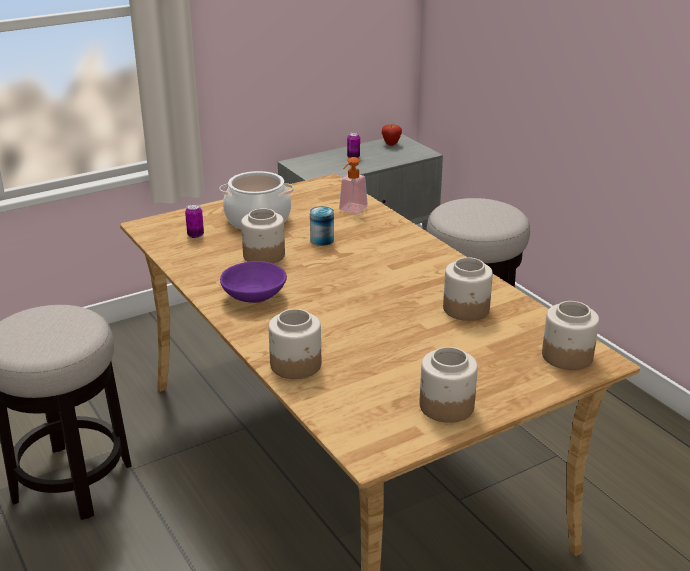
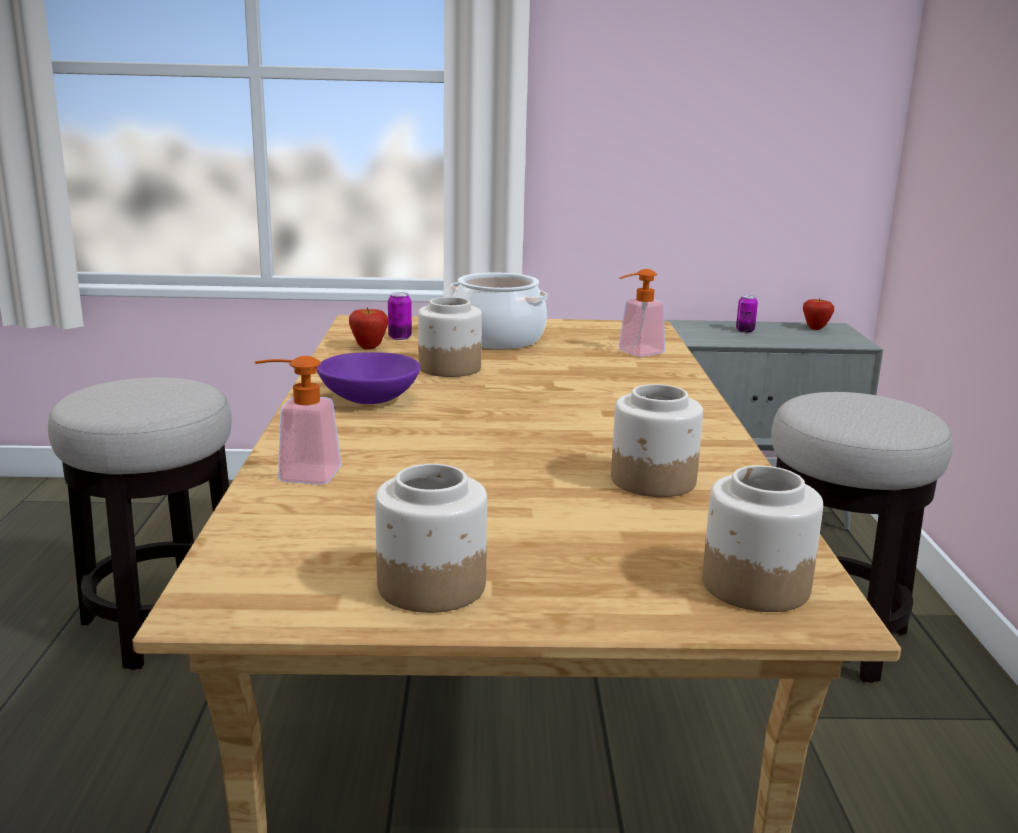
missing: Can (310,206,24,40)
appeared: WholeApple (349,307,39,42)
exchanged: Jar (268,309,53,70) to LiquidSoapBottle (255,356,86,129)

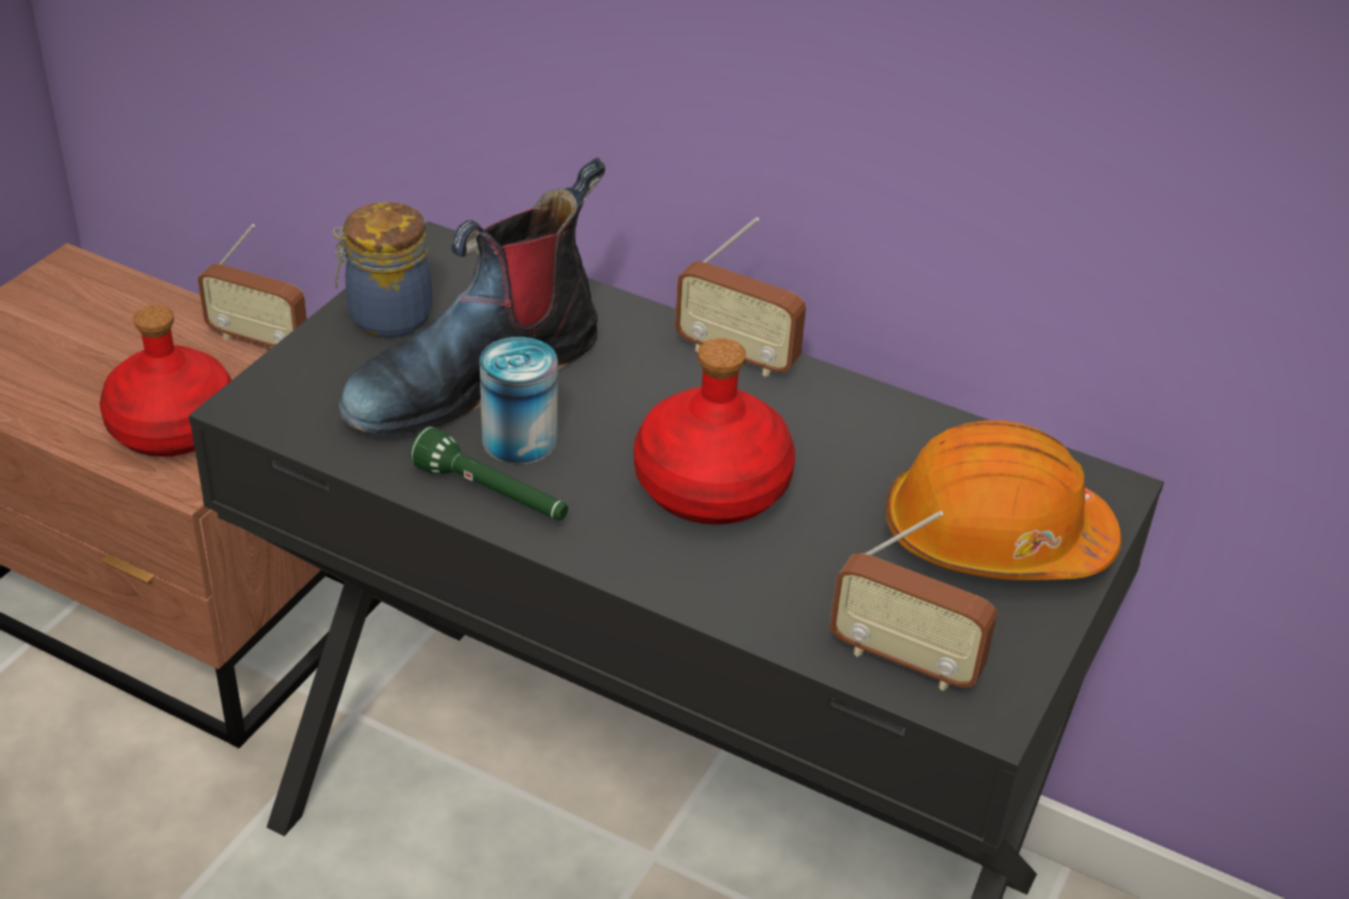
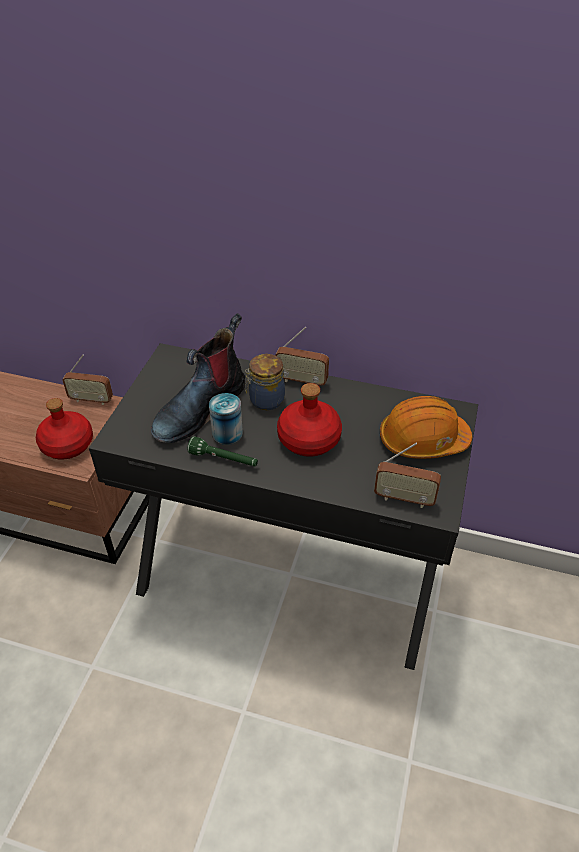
relocated: Jar (333,202,99,136) to (245,354,40,56)

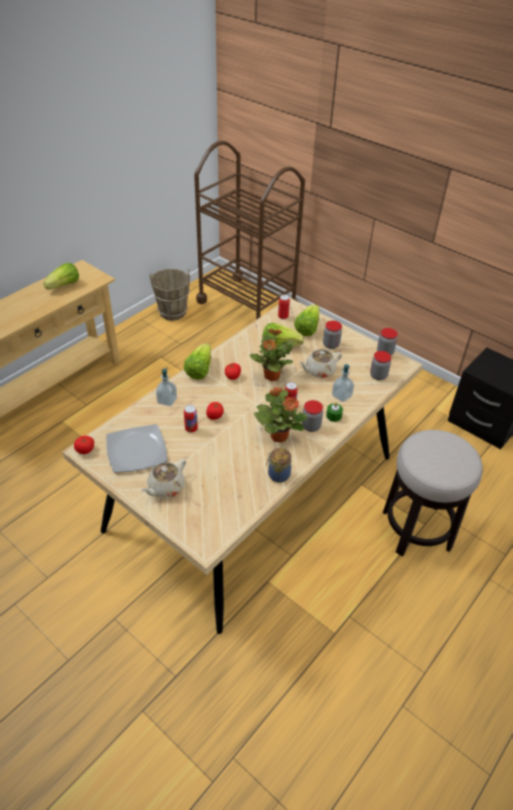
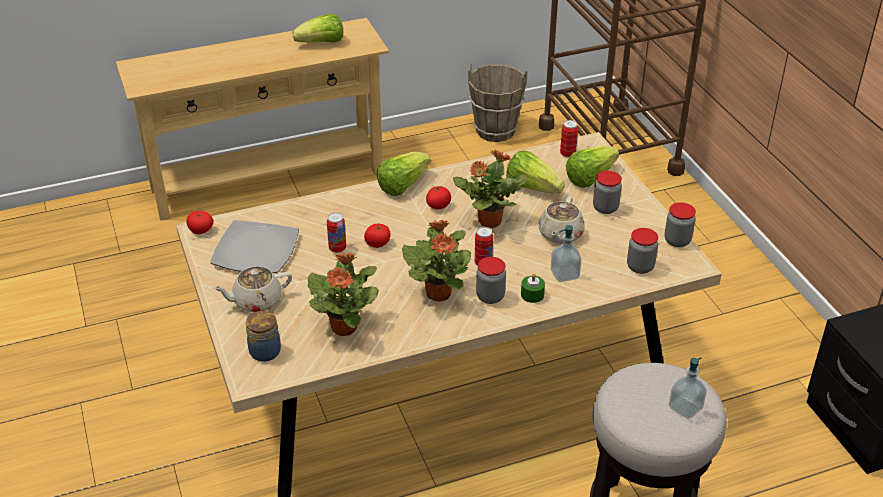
appeared: Houseplant (308,252,71,84)
relocated: Jar (266,448,25,35) to (246,311,35,51); LiquidSoapBottle (156,368,21,38) to (669,357,38,62)
spun: SandColouredTeapot (299,349,43,29) = (539,196,46,48) 75 degrees counterclockwise

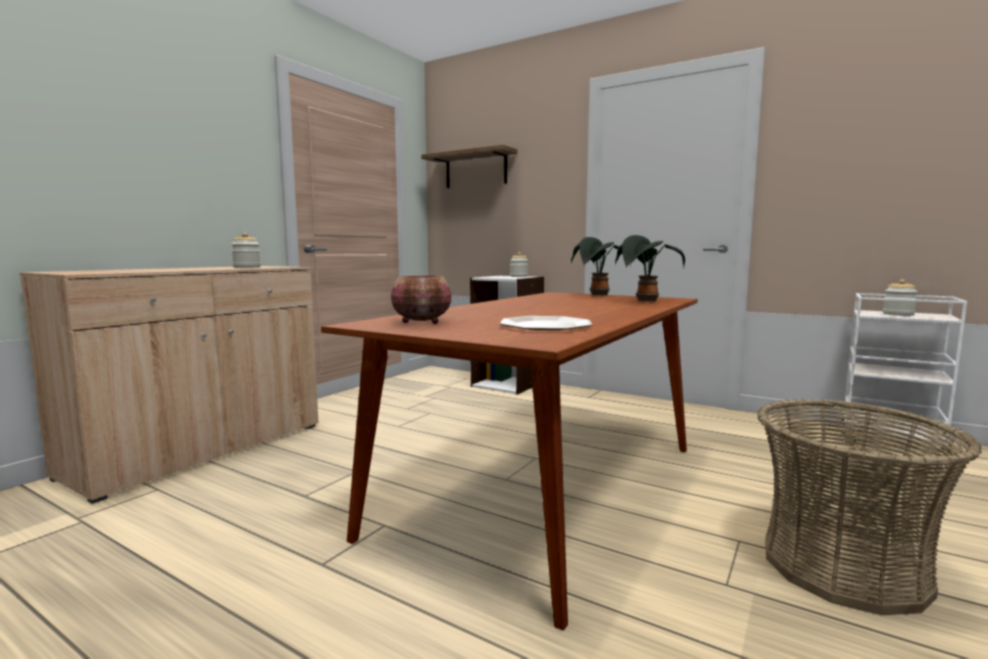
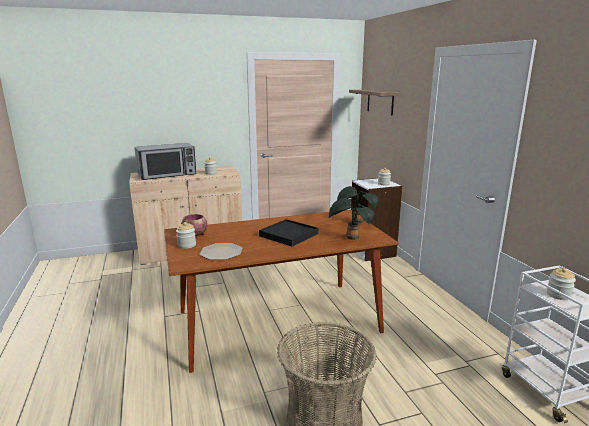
appeared: KitchenMicrowave (135,143,61,37); Jar (176,222,20,27); BlackCarryingTray (259,219,59,28)

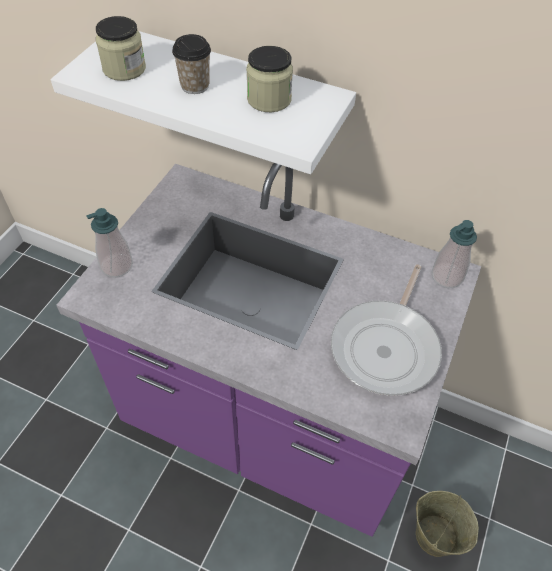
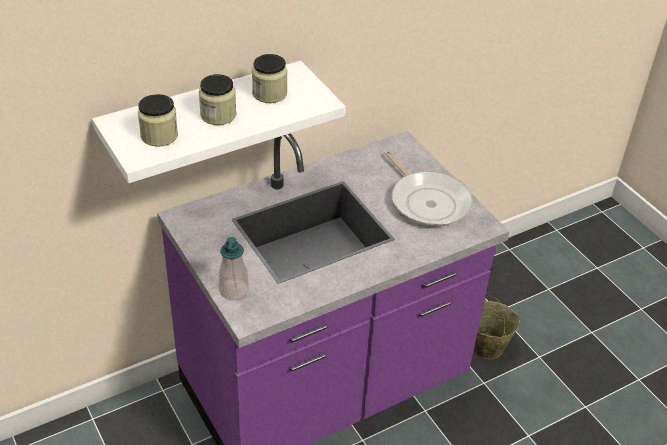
missing: LiquidSoapBottle (431,220,46,68)
exchanged: DrinkingCup (172,34,39,60) to Jar (199,74,37,51)

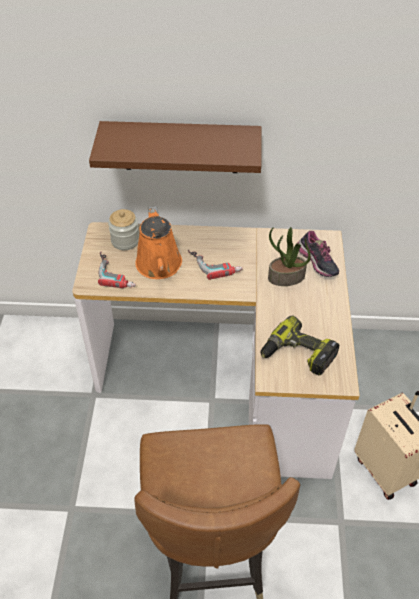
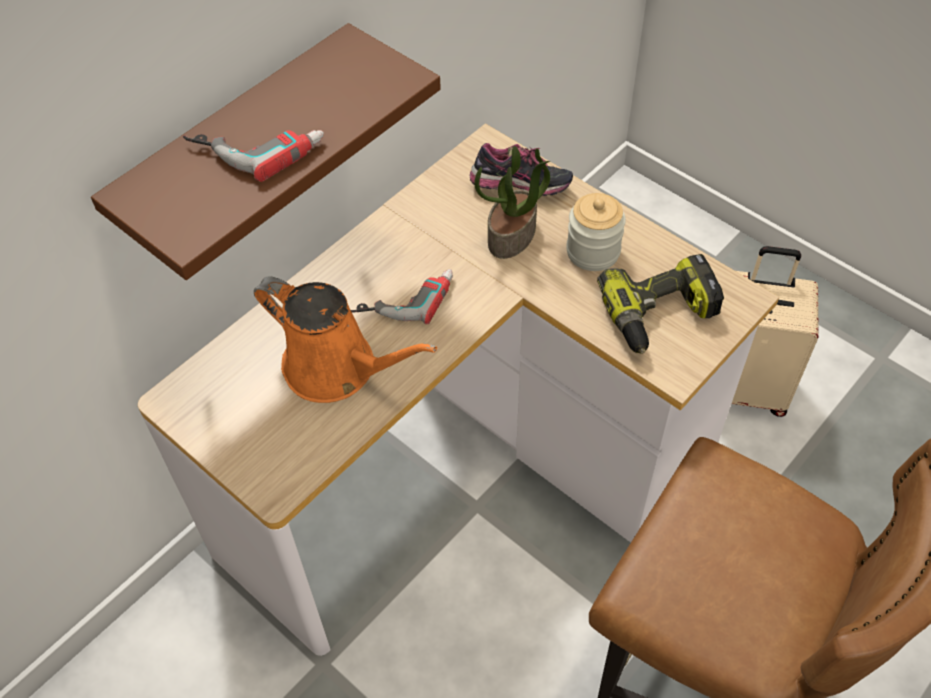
relocated: Drill (98,252,38,36) to (183,130,141,52); Jar (108,209,31,41) to (566,193,60,78)

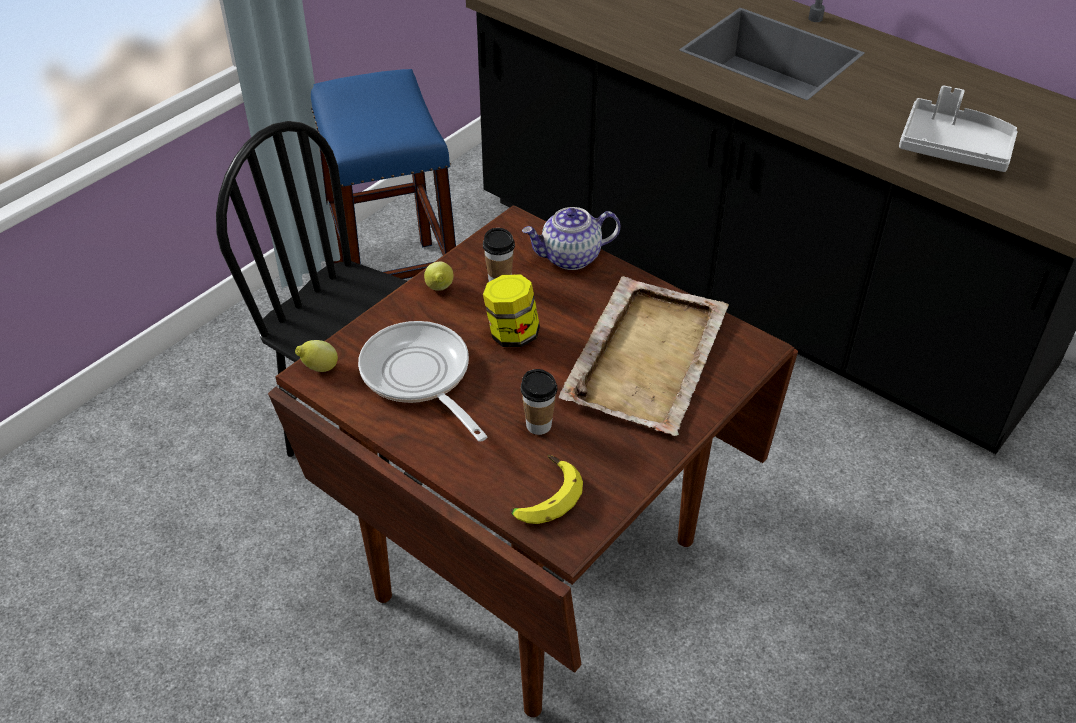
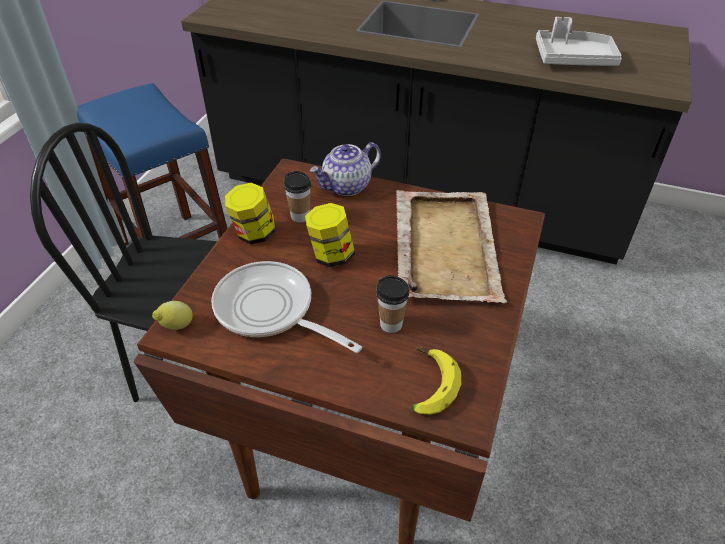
exchanged: WholeLemon (424,262,30,29) to Jar (225,182,51,62)

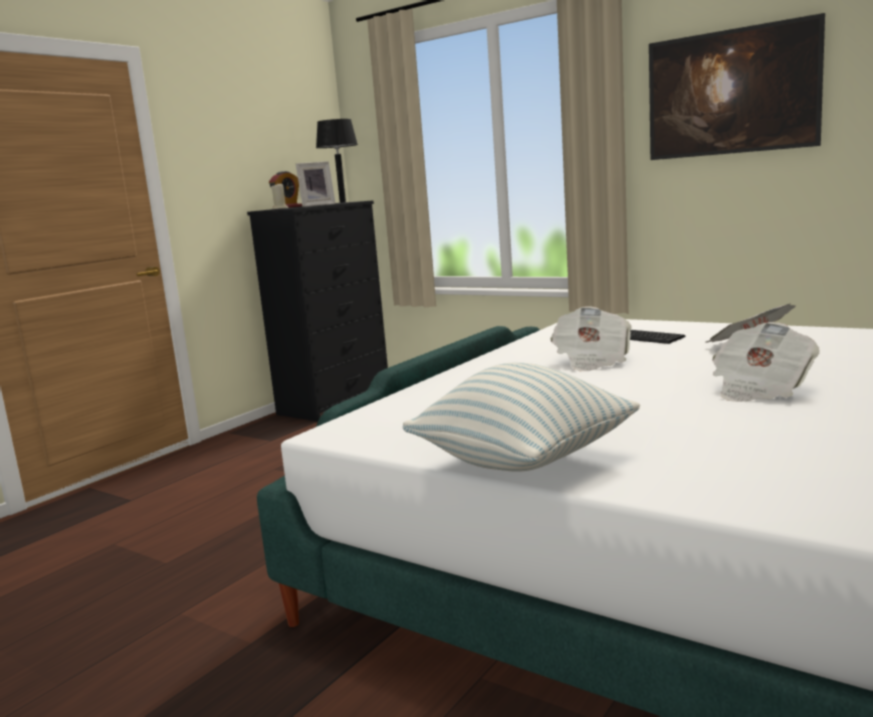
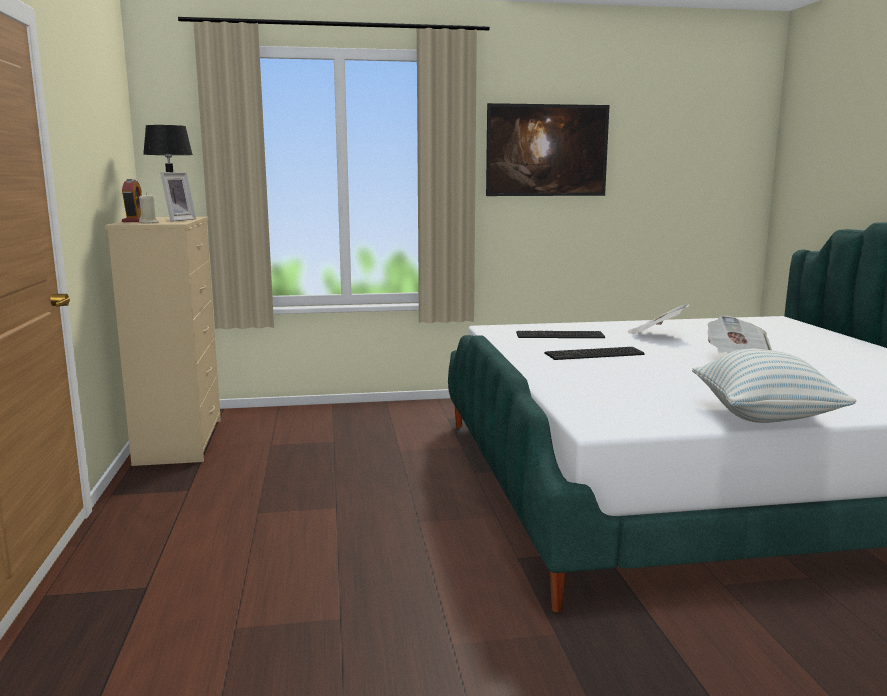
exchanged: DailyPaper (550,307,82,64) to ComputerKeyboard (544,347,101,13)
colour: BlackDresser (247,201,141,220) to SandColouredDresser (105,217,116,249)

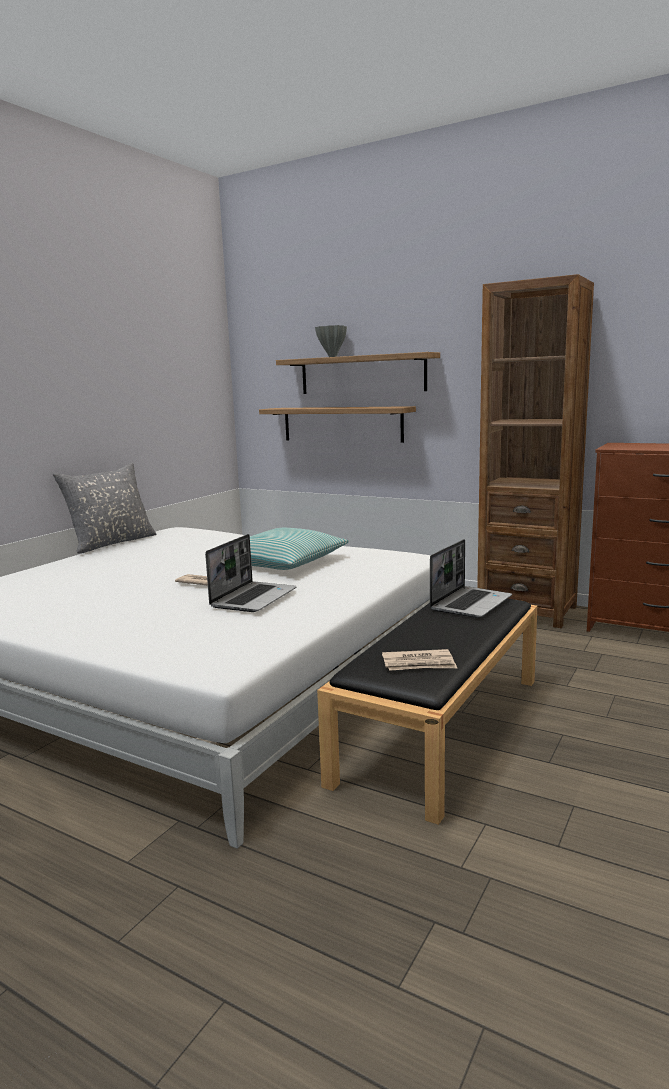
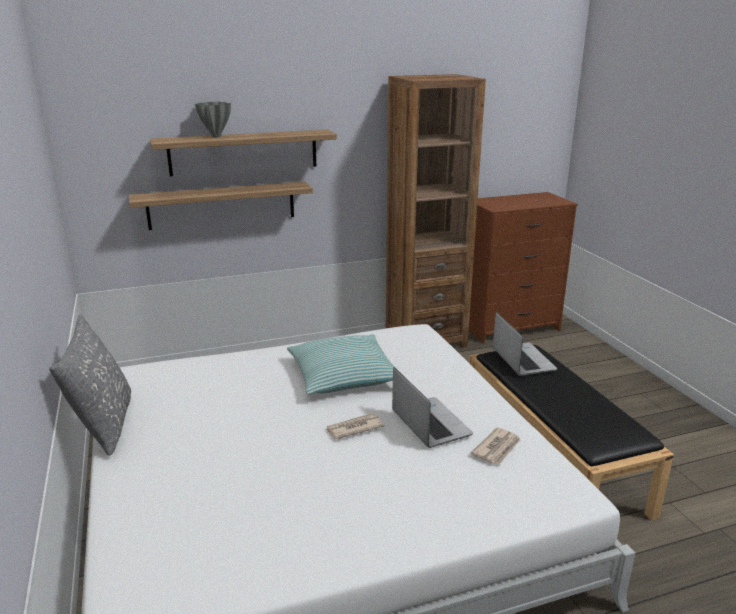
relocated: DailyPaper (382,649,75,22) to (471,428,49,37)

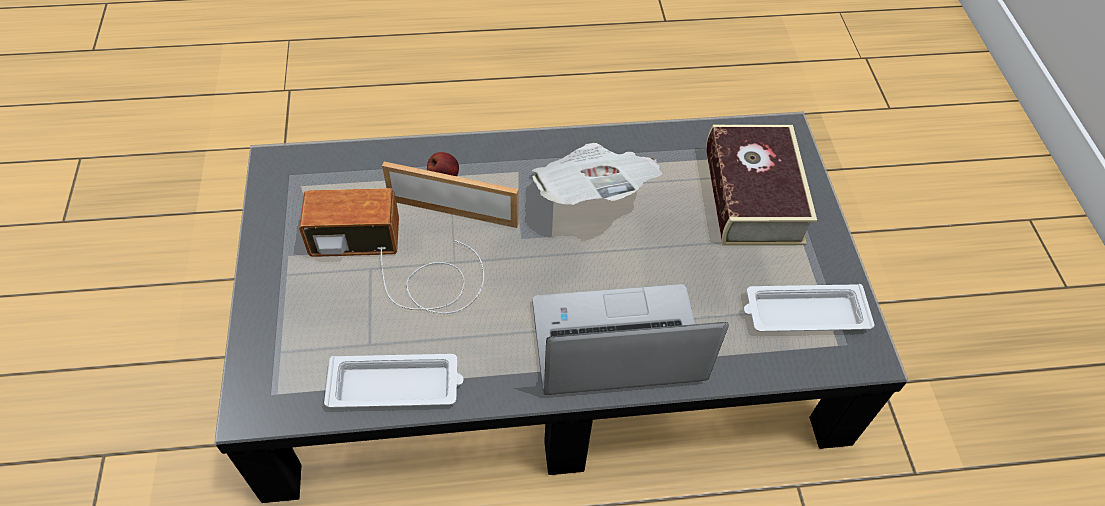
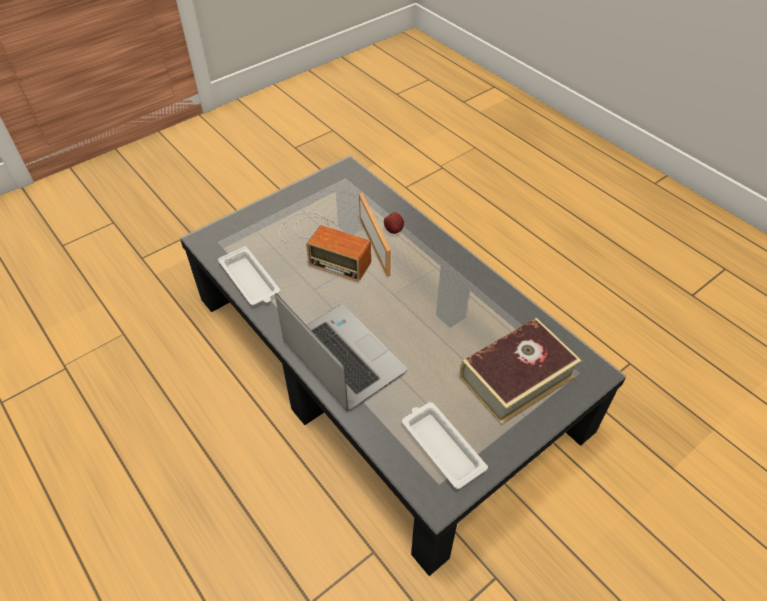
missing: DailyPaper (532,143,130,62)
spun: RadioSet (299,188,185,126) = (279,212,92,70) 150 degrees clockwise

